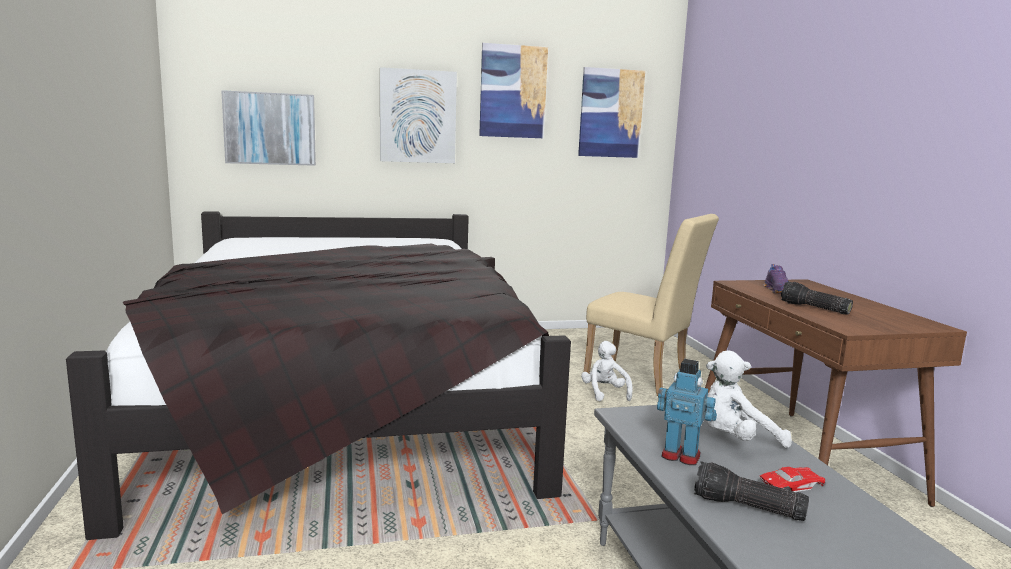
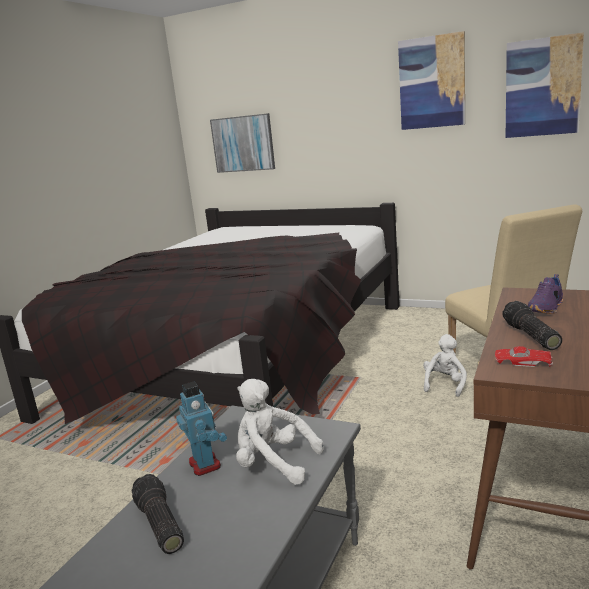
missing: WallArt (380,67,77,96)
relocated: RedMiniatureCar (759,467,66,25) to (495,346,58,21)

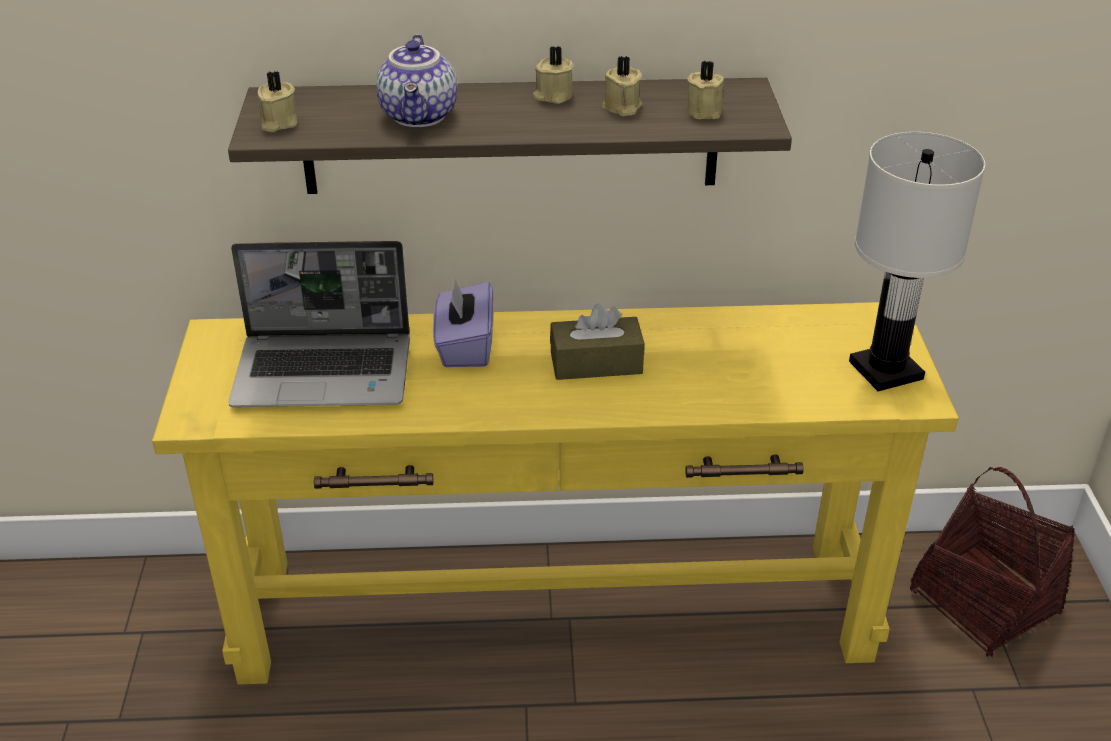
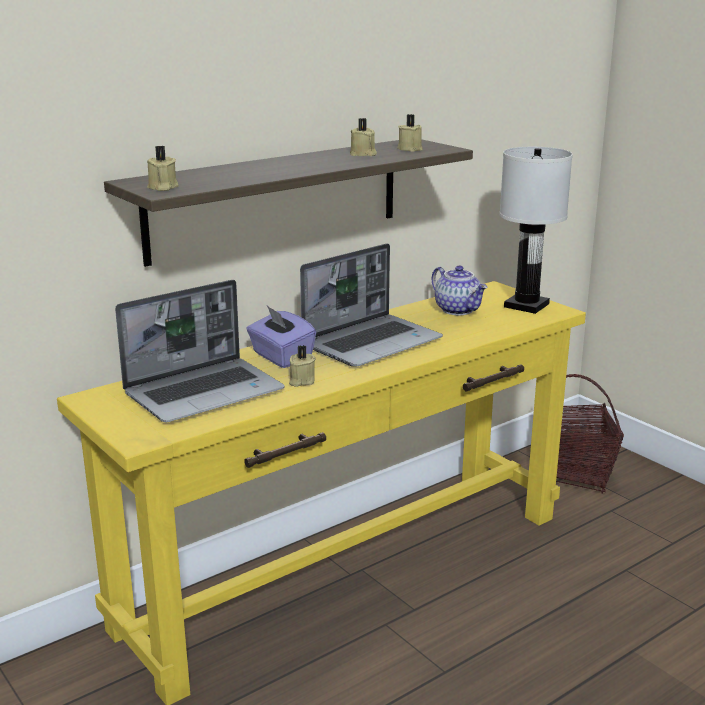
relocated: SandColouredWaxCandle (533,46,40,58) to (289,345,27,42); Teapot (376,34,81,93) to (432,265,56,50)
exchanged: BrownishTissueHolder (550,303,94,77) to PortableComputer (300,243,143,124)

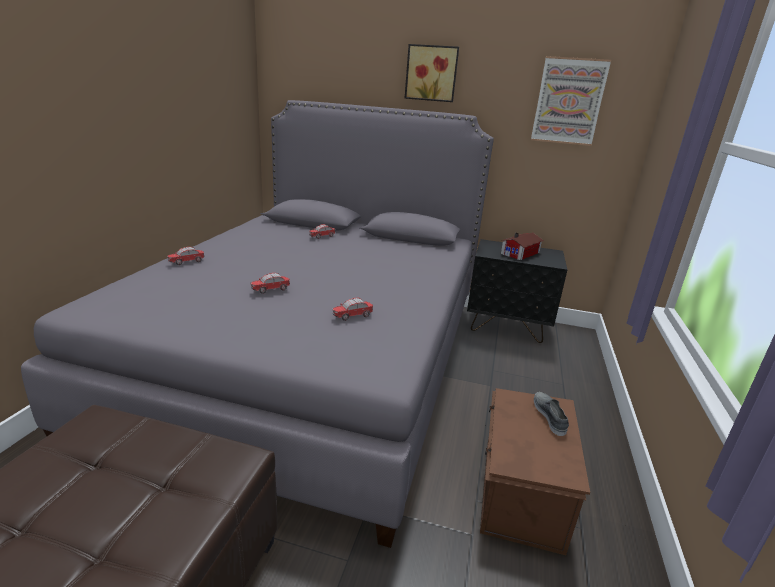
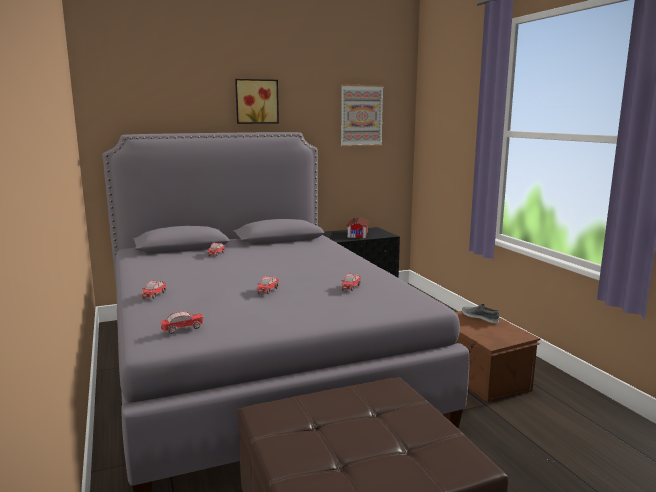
appeared: MiniatureCar (161,312,43,22)

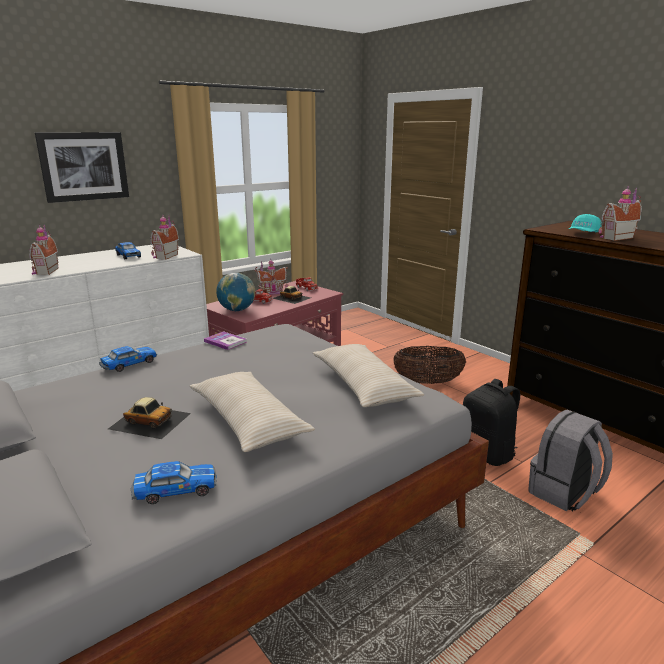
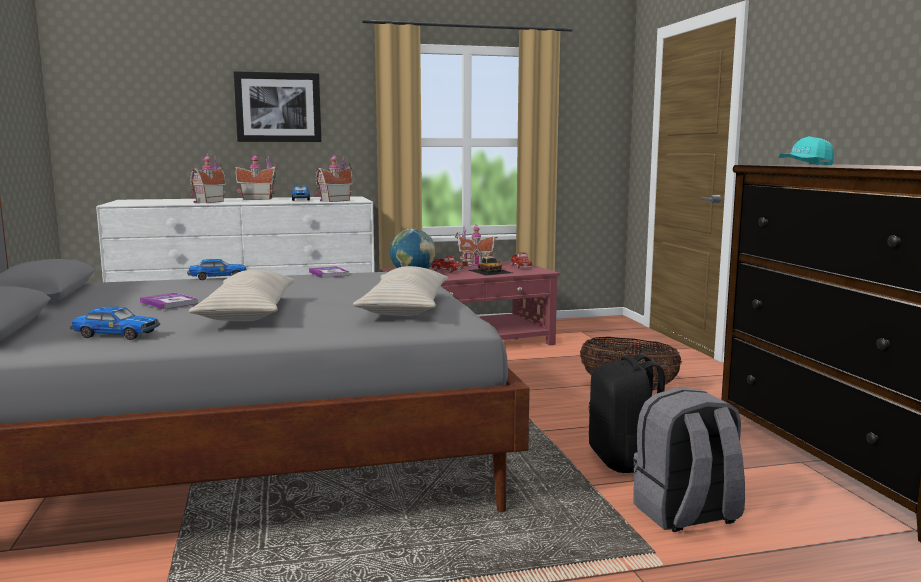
relocated: ModelHouse (599,186,43,55) to (233,153,45,47)
exchanged: MiniatureCar (108,397,83,42) to BoundBook (140,293,58,17)

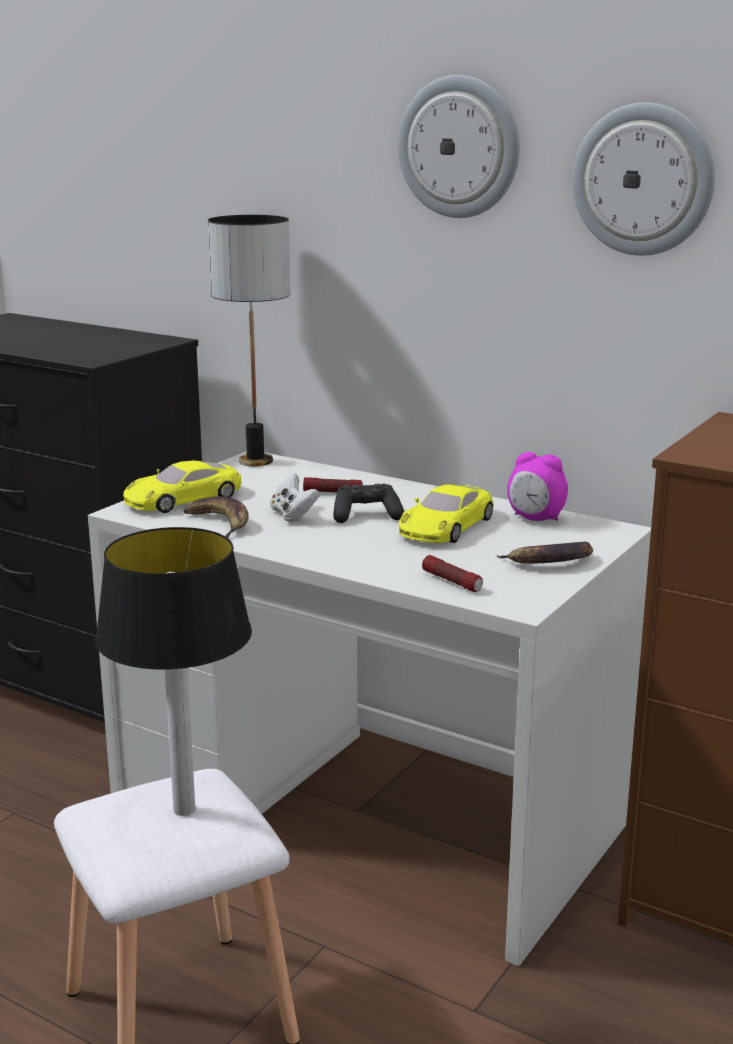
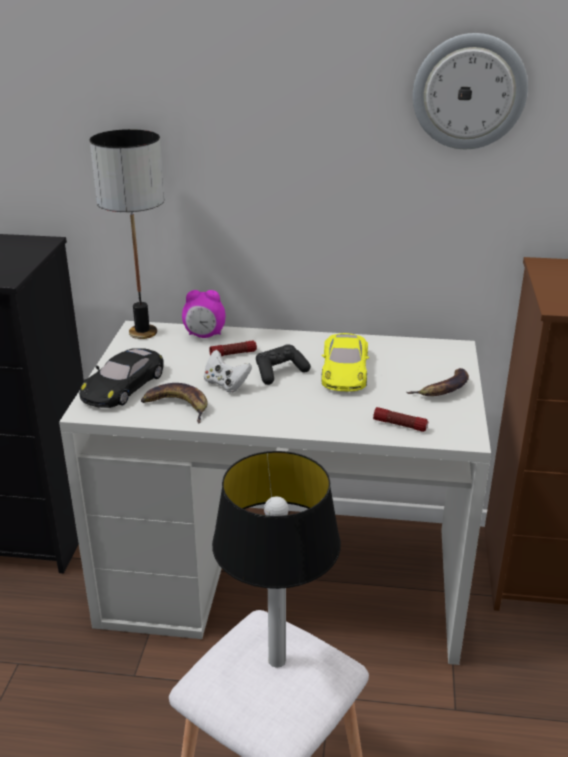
missing: ClockOnTheWall (398,75,122,143)
relocated: AlarmClock (507,452,61,69) to (182,290,43,48)
colour: YellowMiniatureCar (123,461,118,52) to BlackMiniatureCar (79,348,85,60)

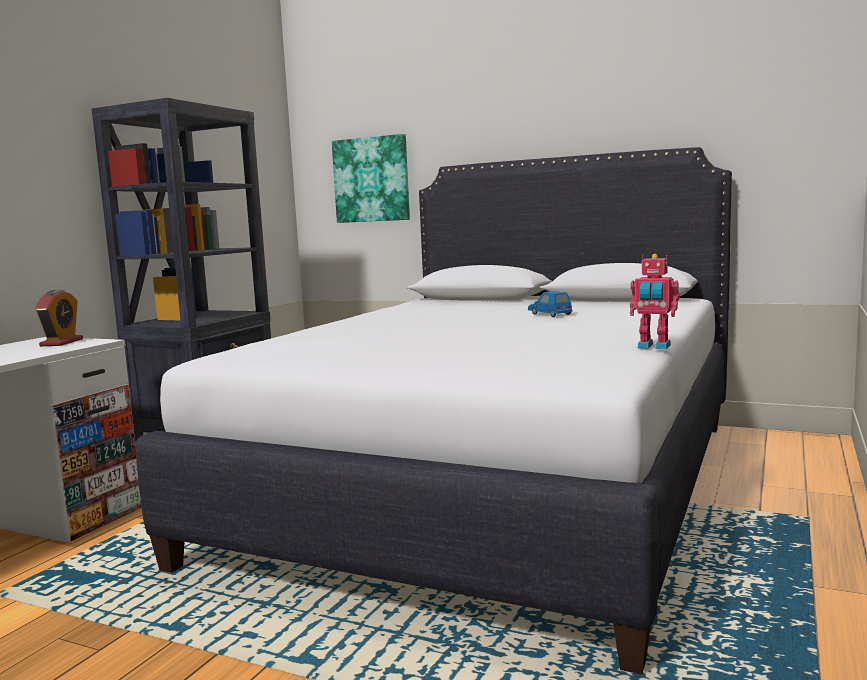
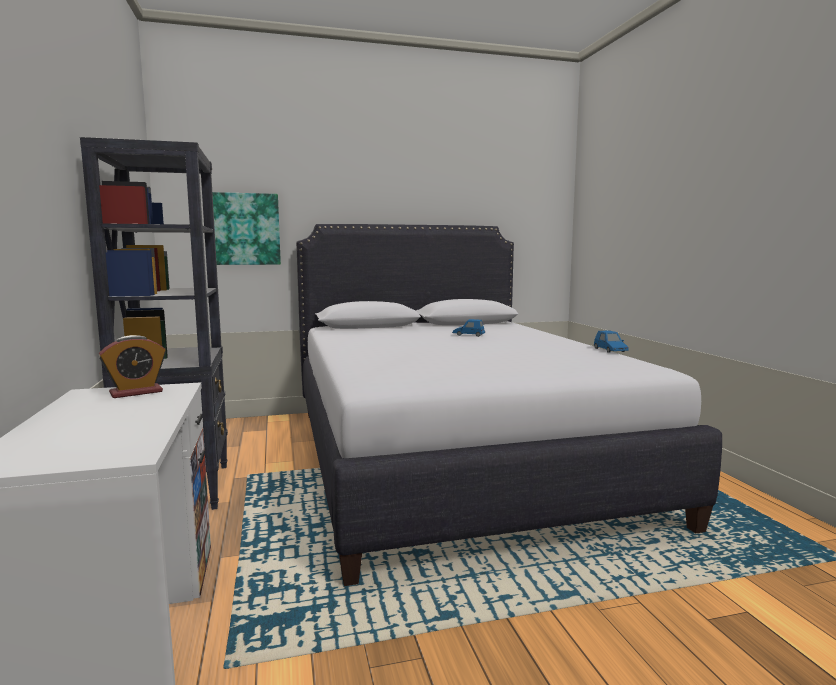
exchanged: ToyRobot (630,254,49,95) to BlueColouredMiniatureCar (594,330,34,23)
spun: AlarmClock (35,290,48,56) = (98,335,68,63) 90 degrees clockwise

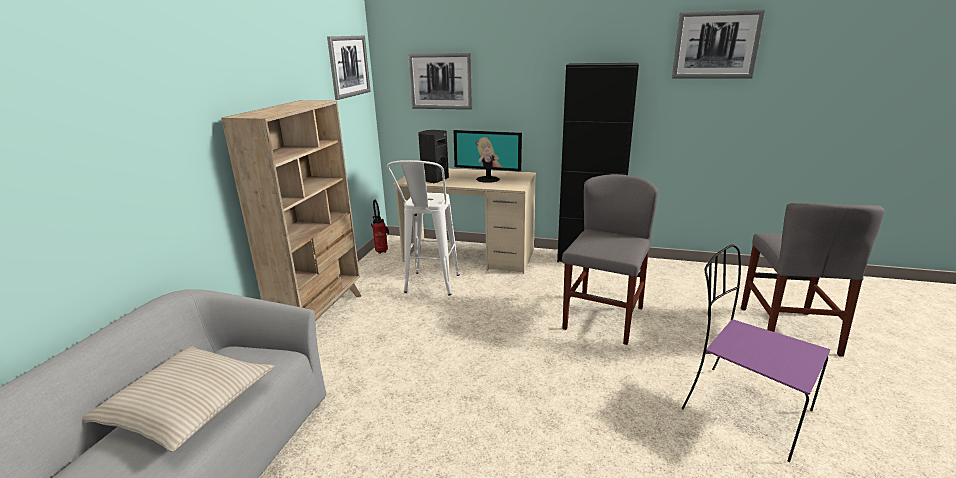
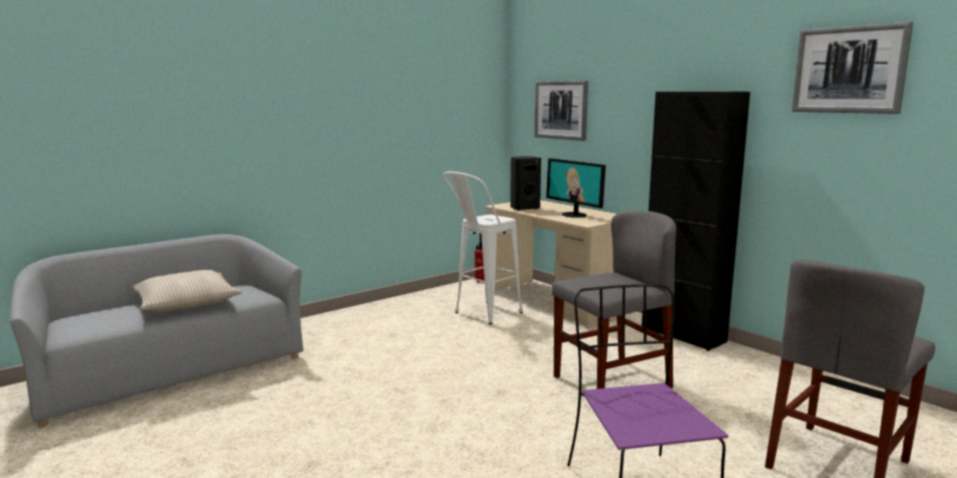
missing: SandColouredBookcase (221,100,140,221); WallArt (327,36,44,64)

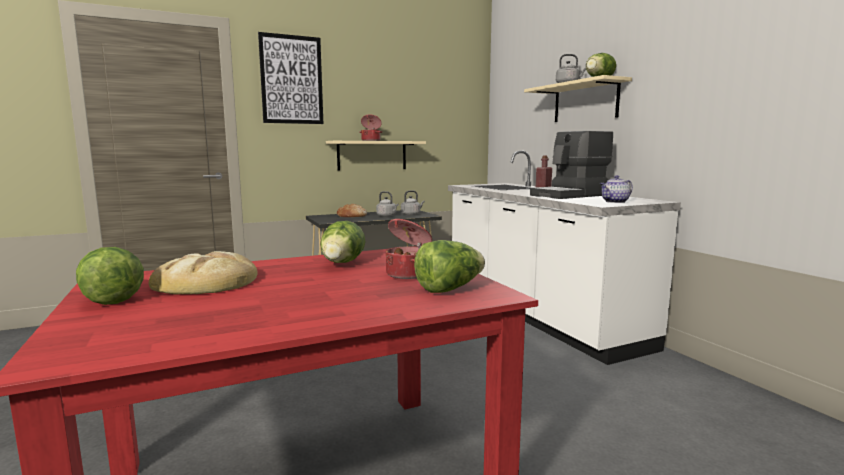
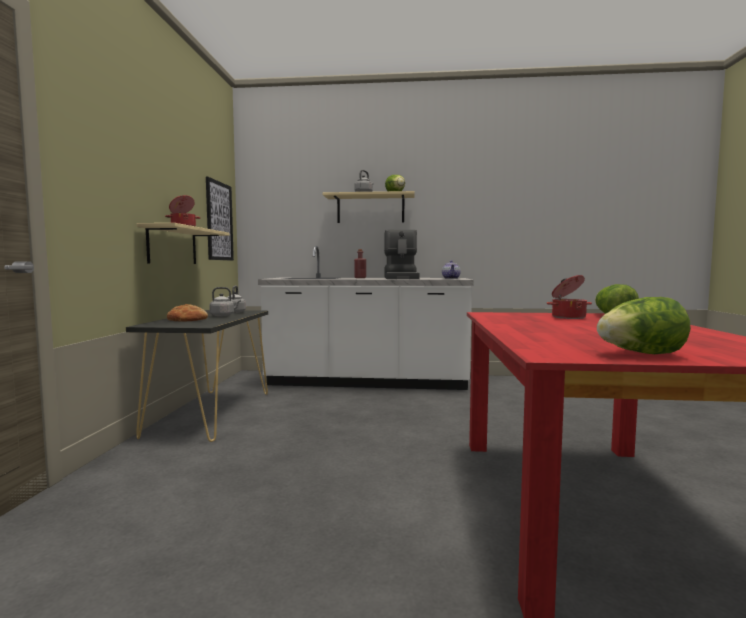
missing: BakedBread (149,251,109,44); LettuceHead (320,221,45,42)
relocated: WallArt (258,32,65,92) to (206,177,28,84)

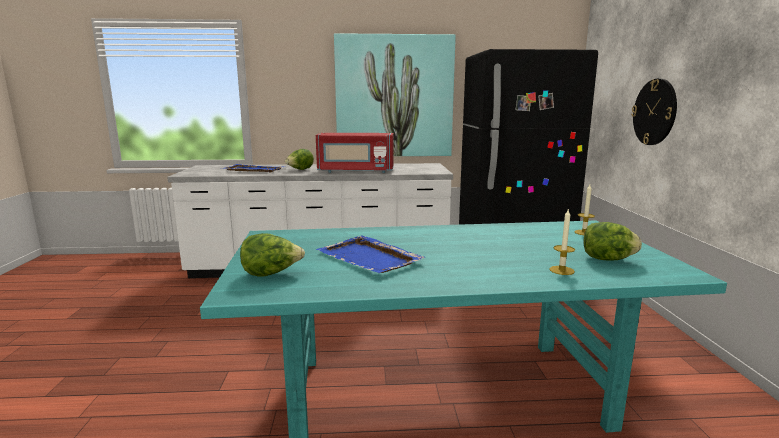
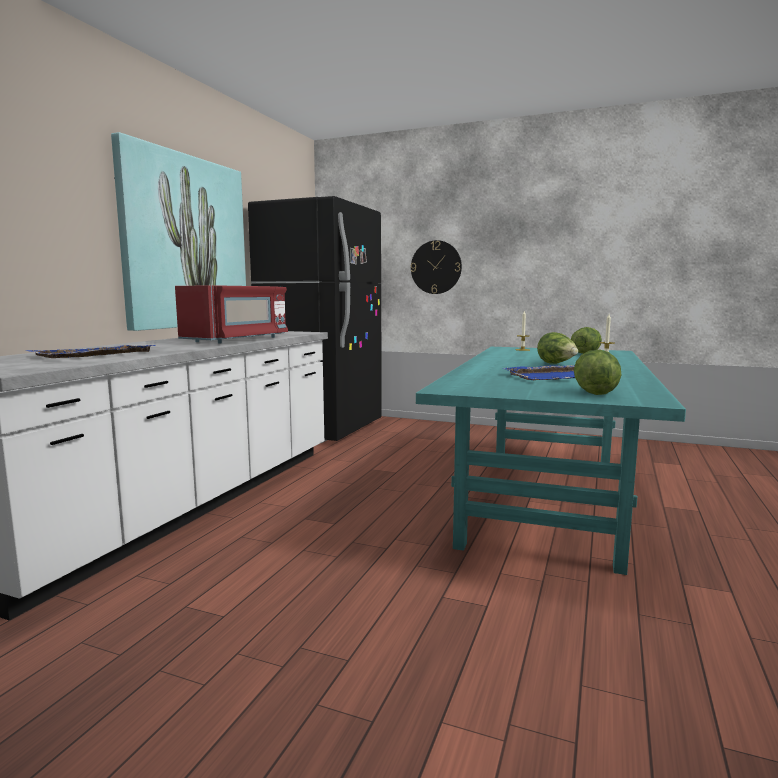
relocated: LettuceHead (285,149,29,21) to (537,332,41,32)

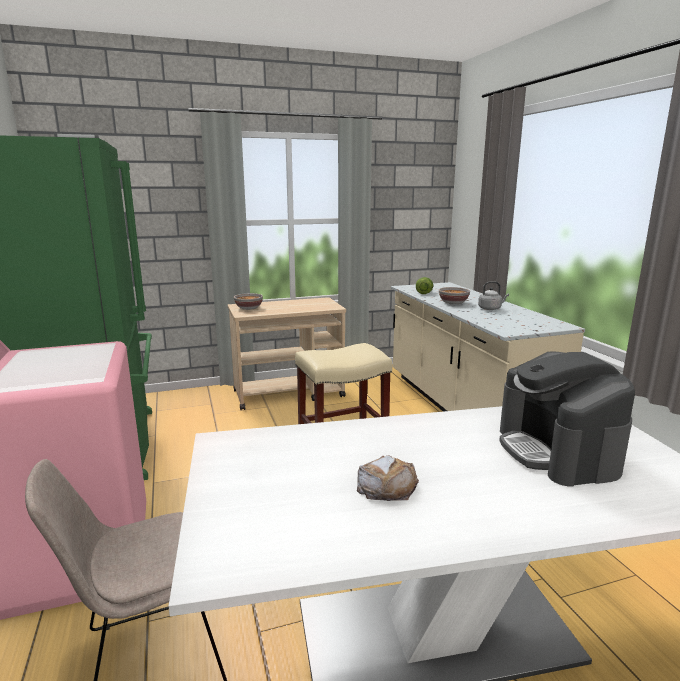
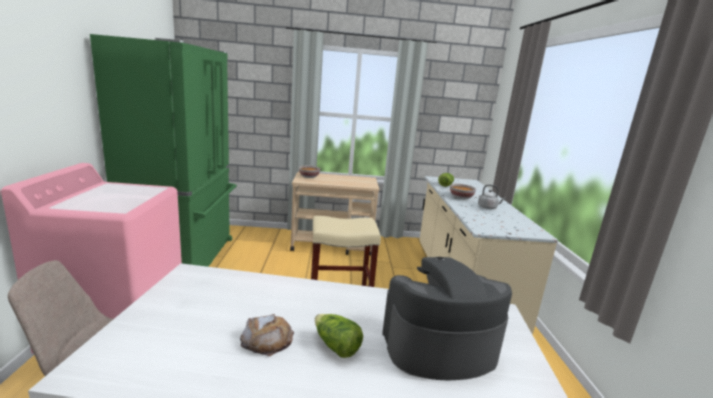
appeared: LettuceHead (315,314,48,44)
spun: CoffeeMaker (499,352,136,134) = (382,257,130,124) 75 degrees clockwise

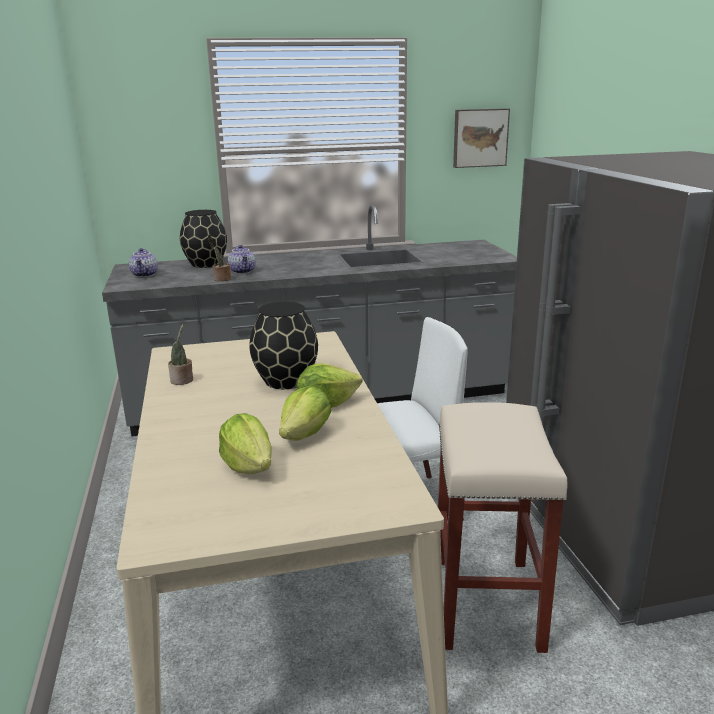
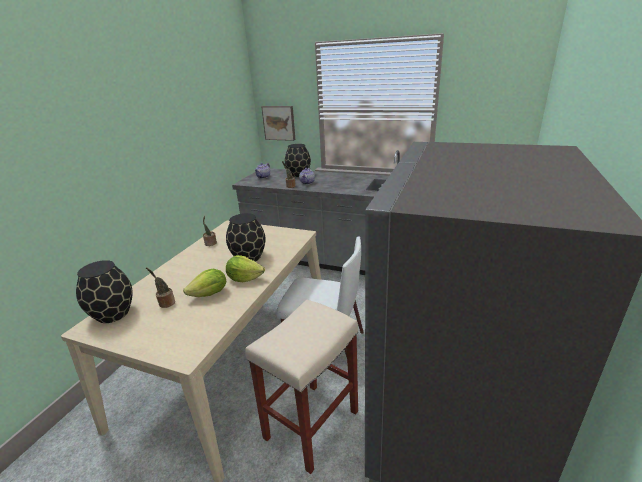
appeared: BlackFlowerVase (76,260,57,63)
relocated: WallArt (453,108,57,60) to (262,106,33,35)
exchanged: LettuceHead (219,413,53,61) to Houseplant (146,268,29,40)

